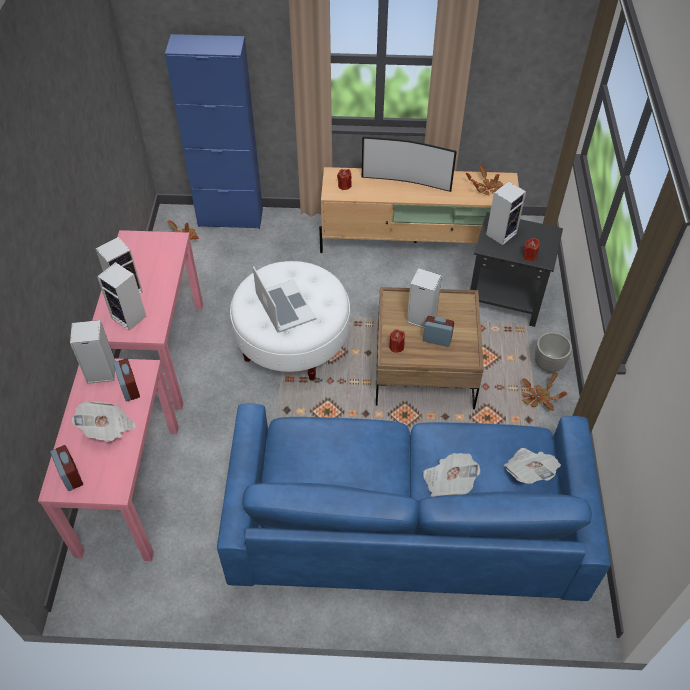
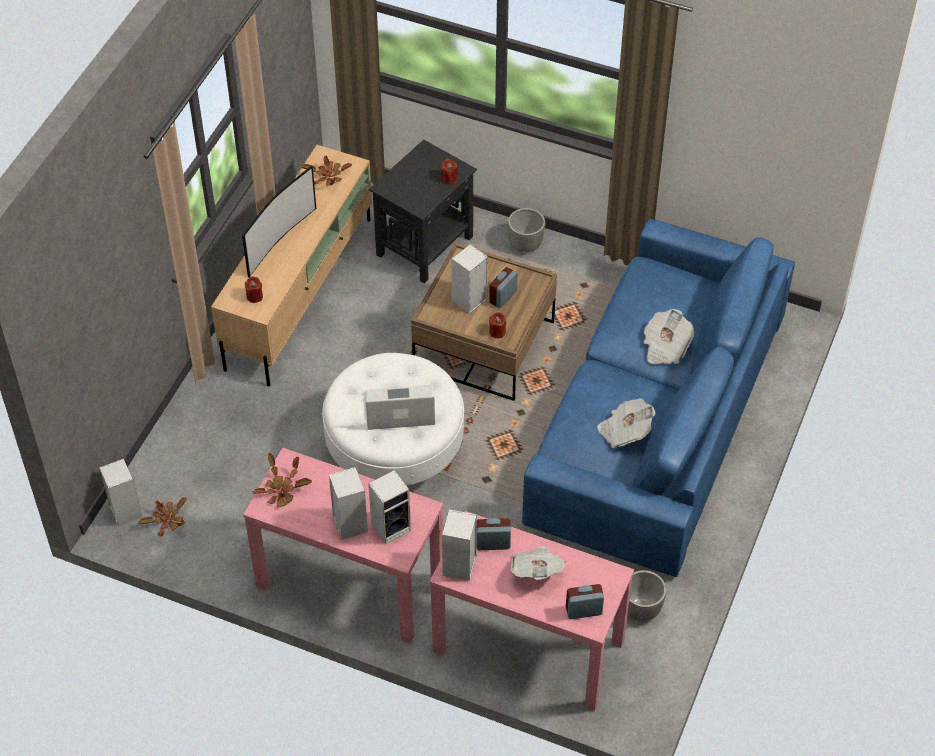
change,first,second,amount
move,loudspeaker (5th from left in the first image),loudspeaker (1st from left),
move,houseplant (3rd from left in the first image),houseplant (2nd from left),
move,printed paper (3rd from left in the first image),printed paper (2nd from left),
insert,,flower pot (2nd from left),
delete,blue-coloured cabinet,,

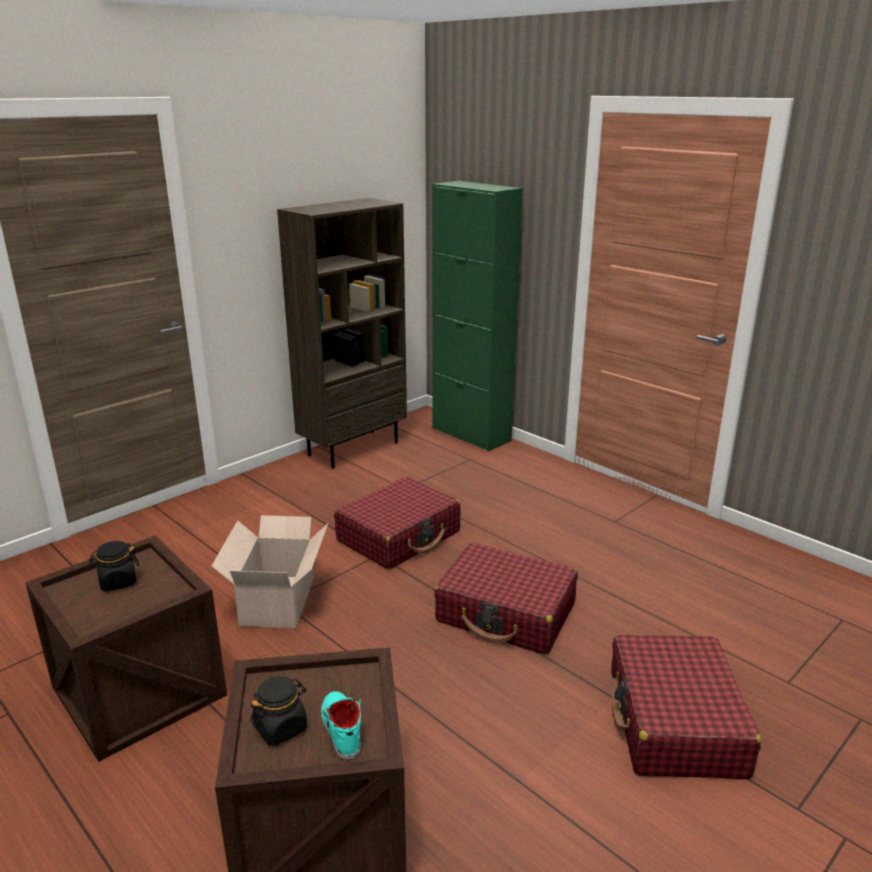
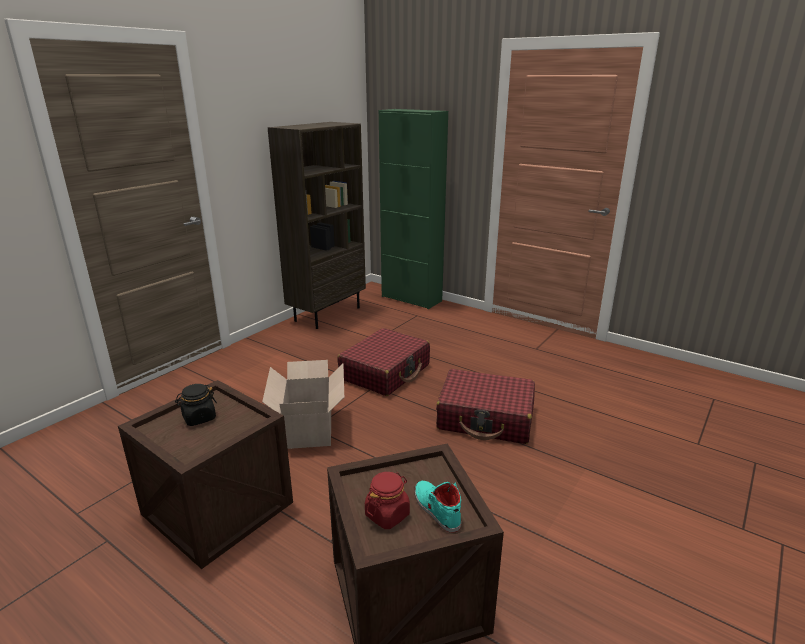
change,first,second,amount
recolor,black jar (2nd from left),reddish jar,
delete,reddish travel case (3rd from left),,

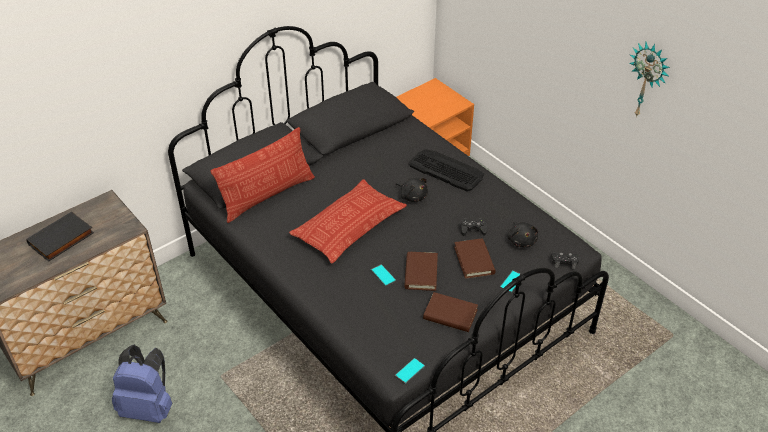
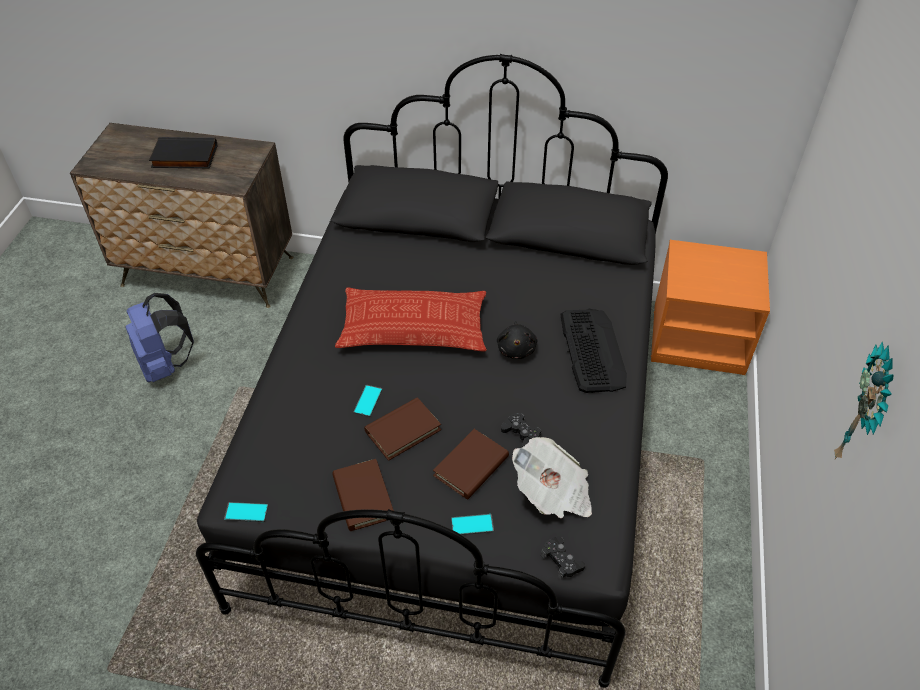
change,first,second,amount
replace,black cuddly toy (2nd from left),printed paper,
delete,cushion (1st from left),,

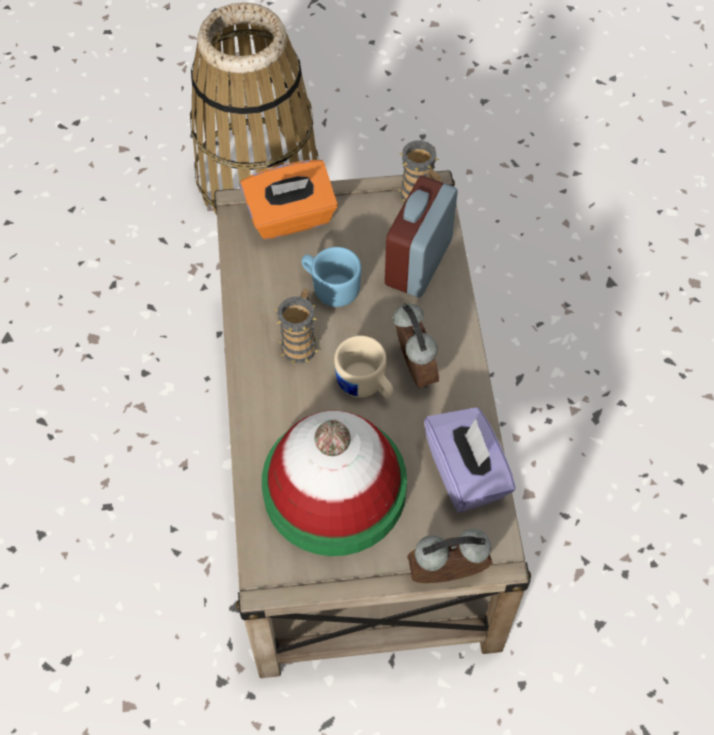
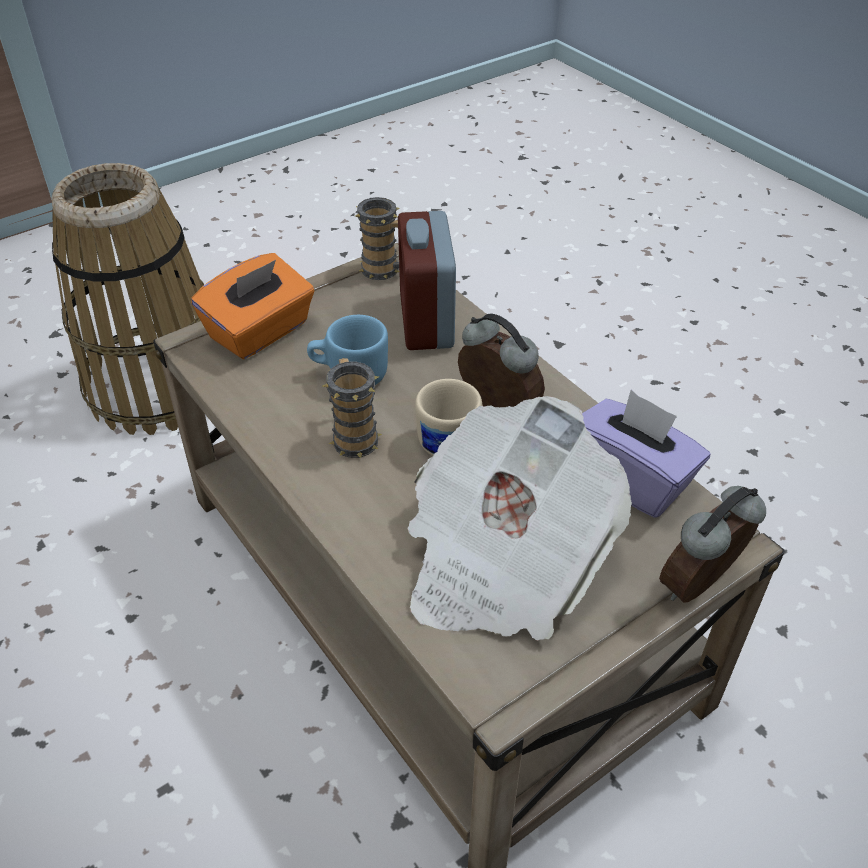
change,first,second,amount
replace,wearable hat,printed paper,

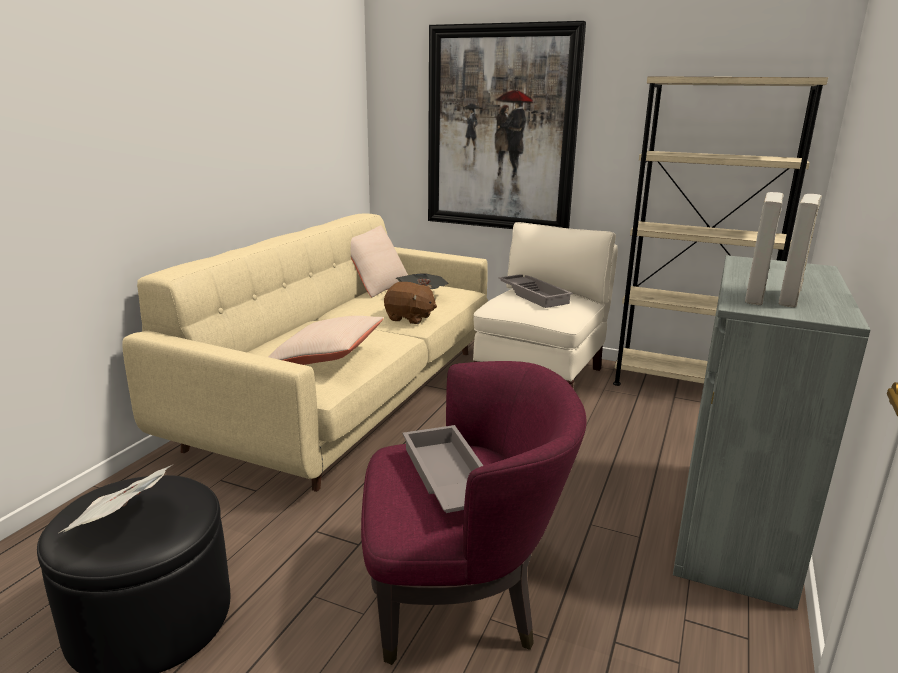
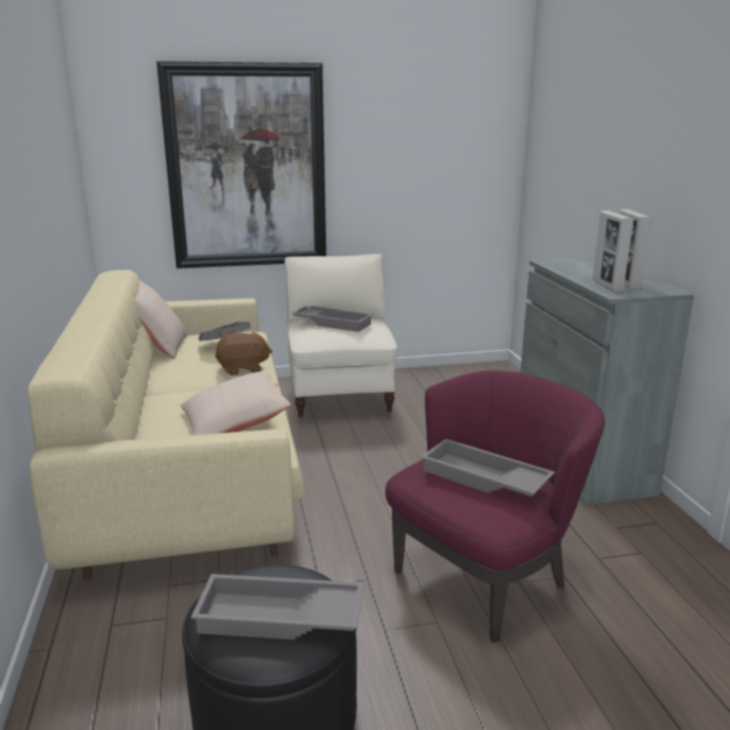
change,first,second,amount
replace,printed paper (1st from left),gray tray (1st from left),
delete,beige bookshelf,,

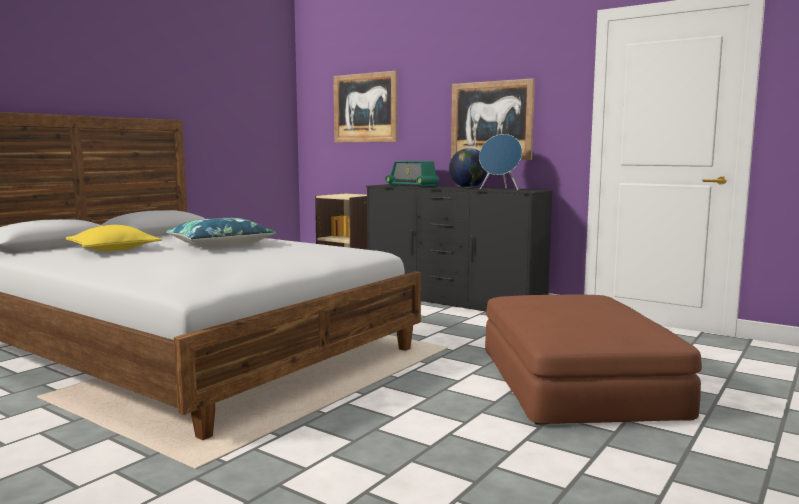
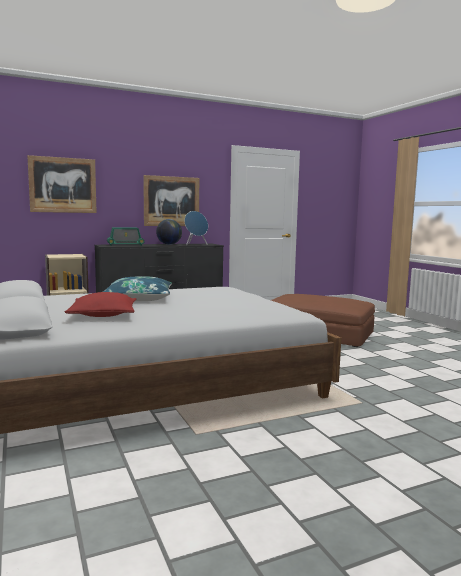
change,first,second,amount
recolor,yellow cushion,reddish cushion,

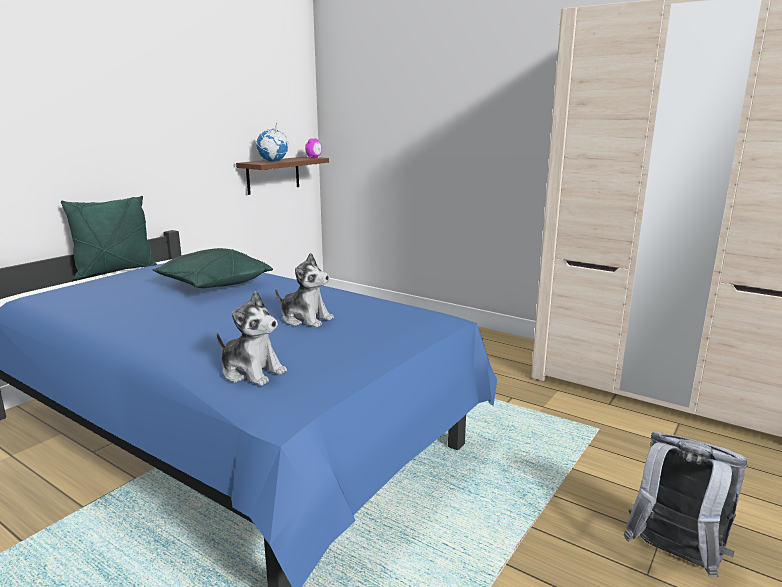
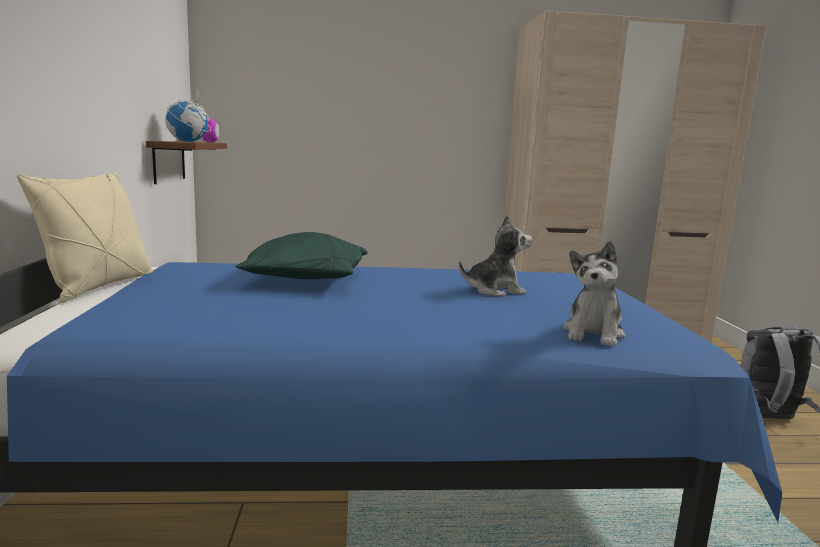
change,first,second,amount
recolor,green cushion (1st from left),beige cushion,
rotate,cuddly toy (1st from left in the first image),cuddly toy (2nd from left),120 degrees clockwise

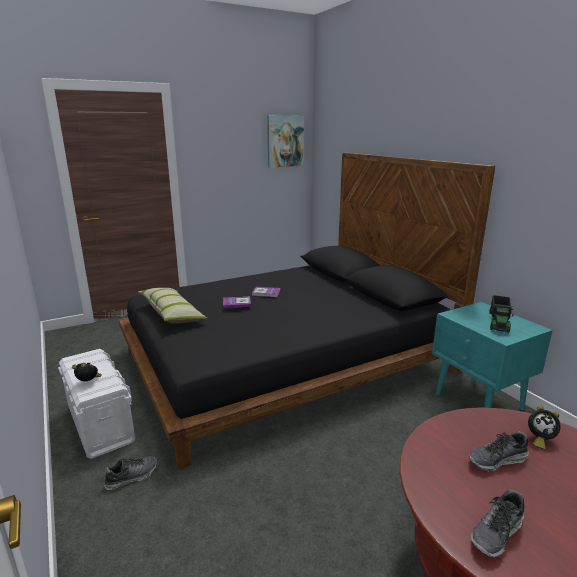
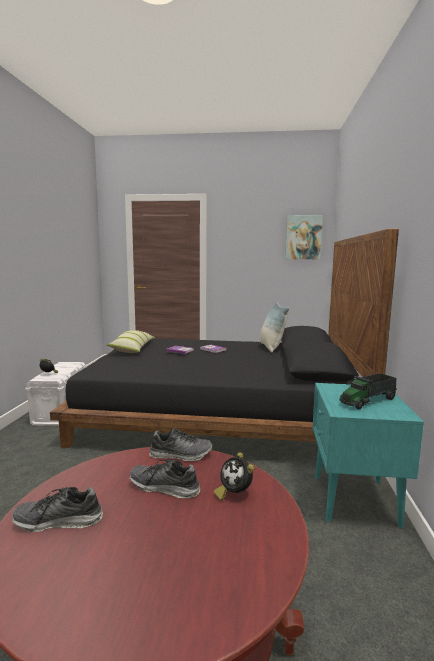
change,first,second,amount
move,low shoe (1st from left in the first image),low shoe (3rd from left),
insert,,cushion (2nd from left),

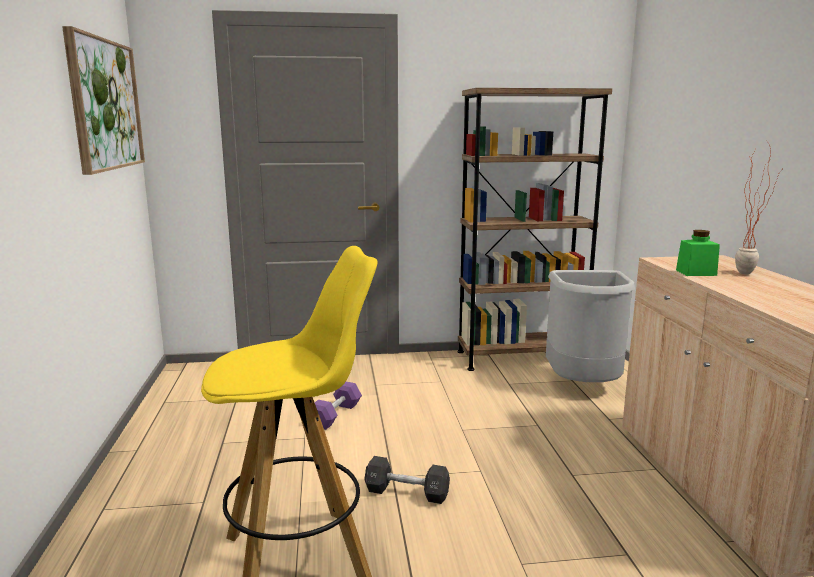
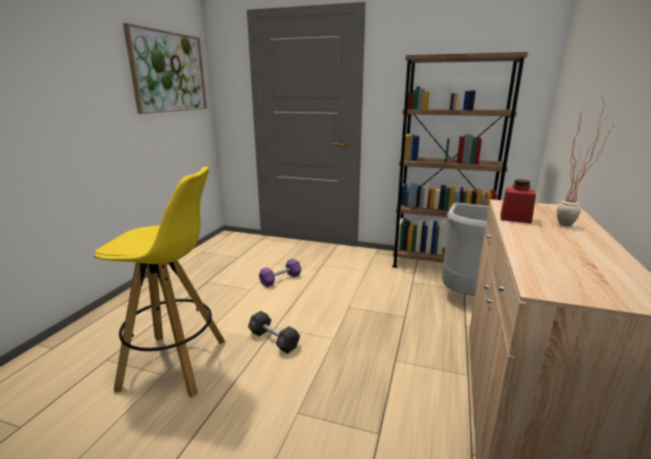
change,first,second,amount
recolor,green jar,reddish jar,

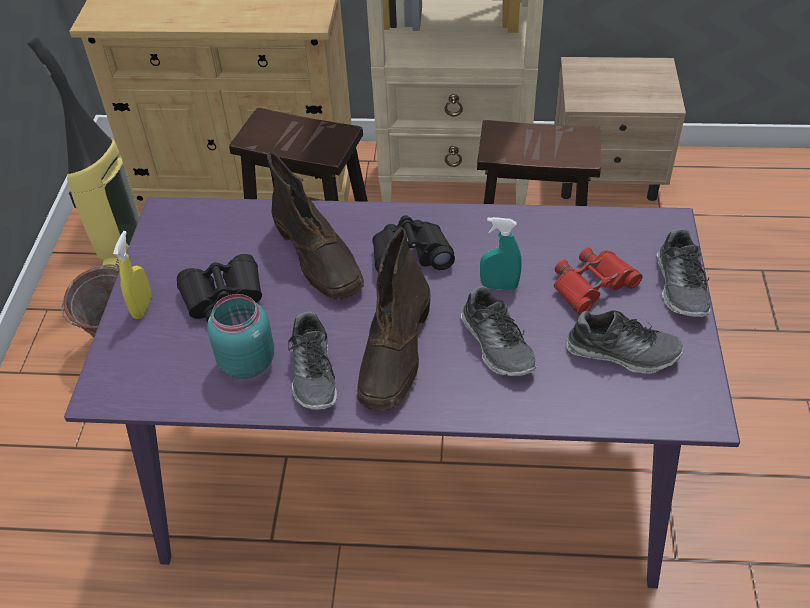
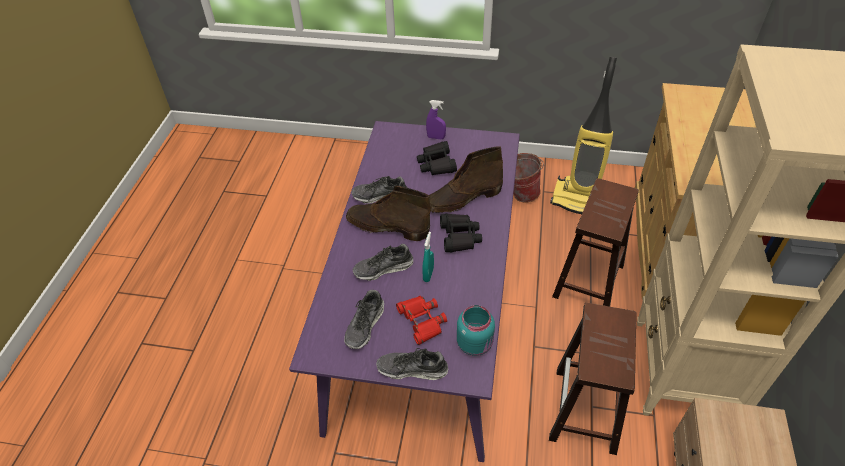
change,first,second,amount
recolor,yellow spray bottle,purple-coloured spray bottle,
move,blue-green jar,,

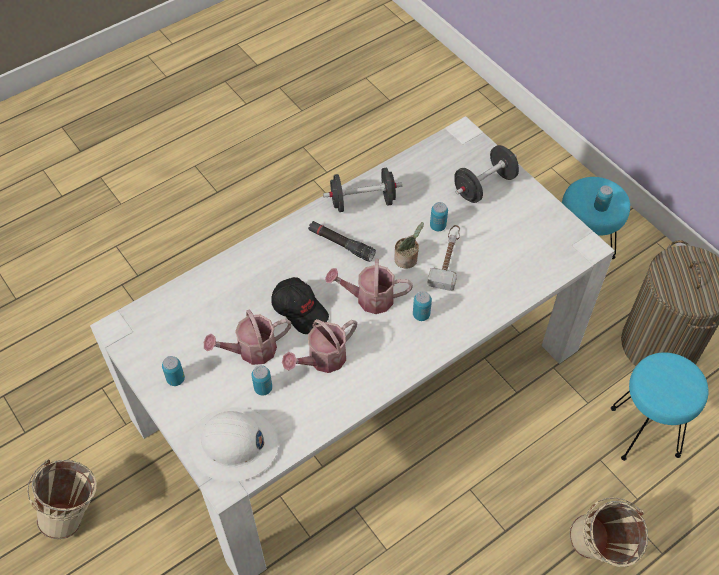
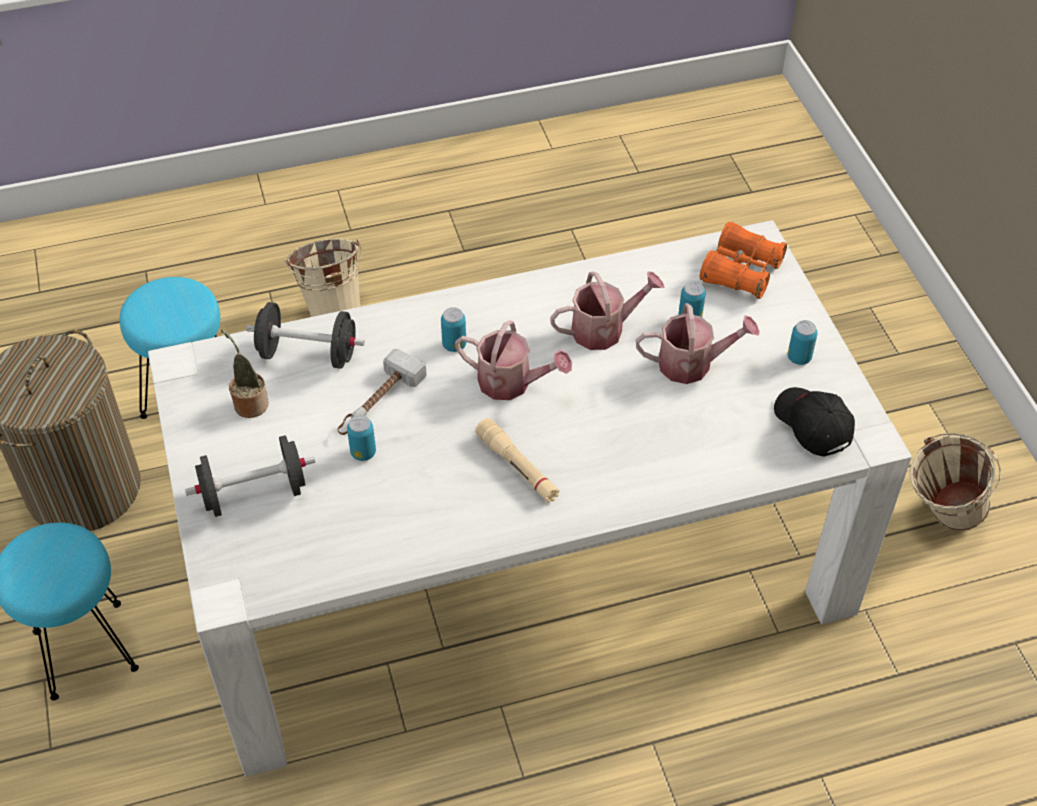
change,first,second,amount
move,houseplant,,
move,black dumbbell (1st from left in the first image),black dumbbell (2nd from left),
recolor,black torch,beige torch,
replace,whitish hard hat,orange field glasses,
move,black baseball cap,,
delete,sealed can (5th from left),,

